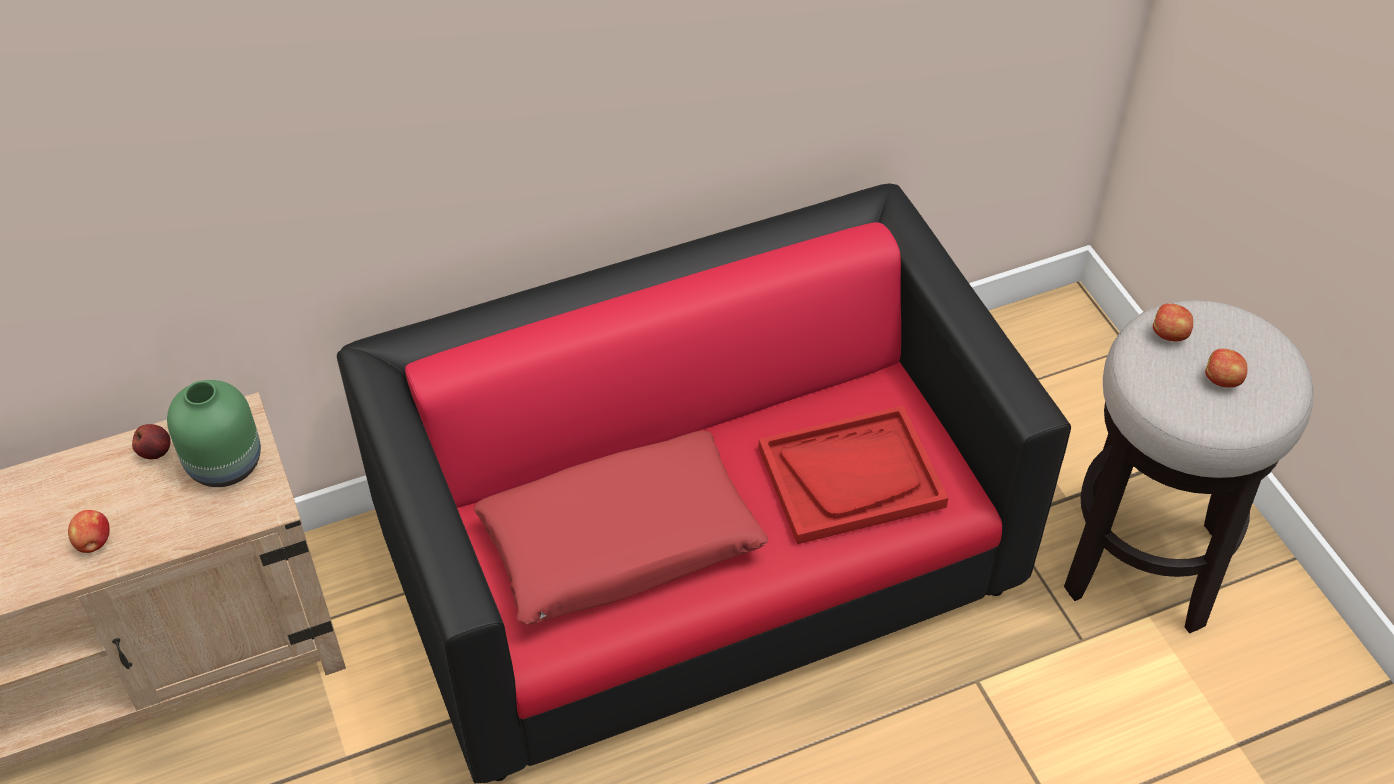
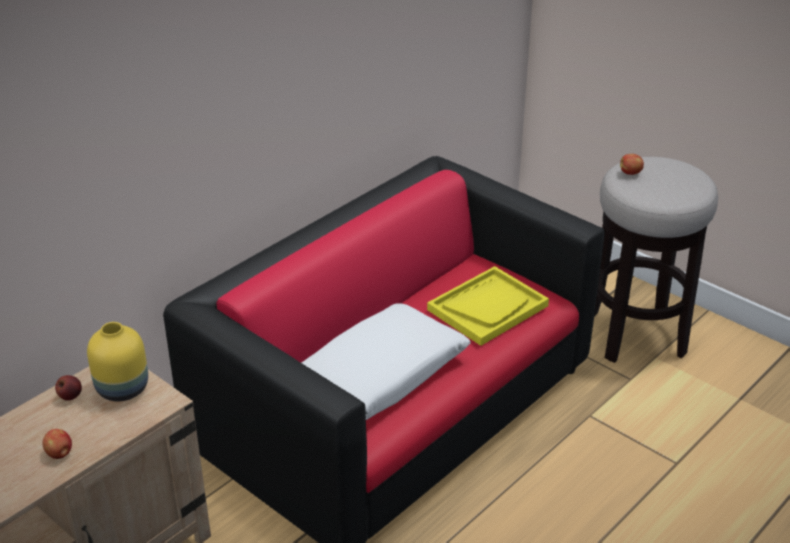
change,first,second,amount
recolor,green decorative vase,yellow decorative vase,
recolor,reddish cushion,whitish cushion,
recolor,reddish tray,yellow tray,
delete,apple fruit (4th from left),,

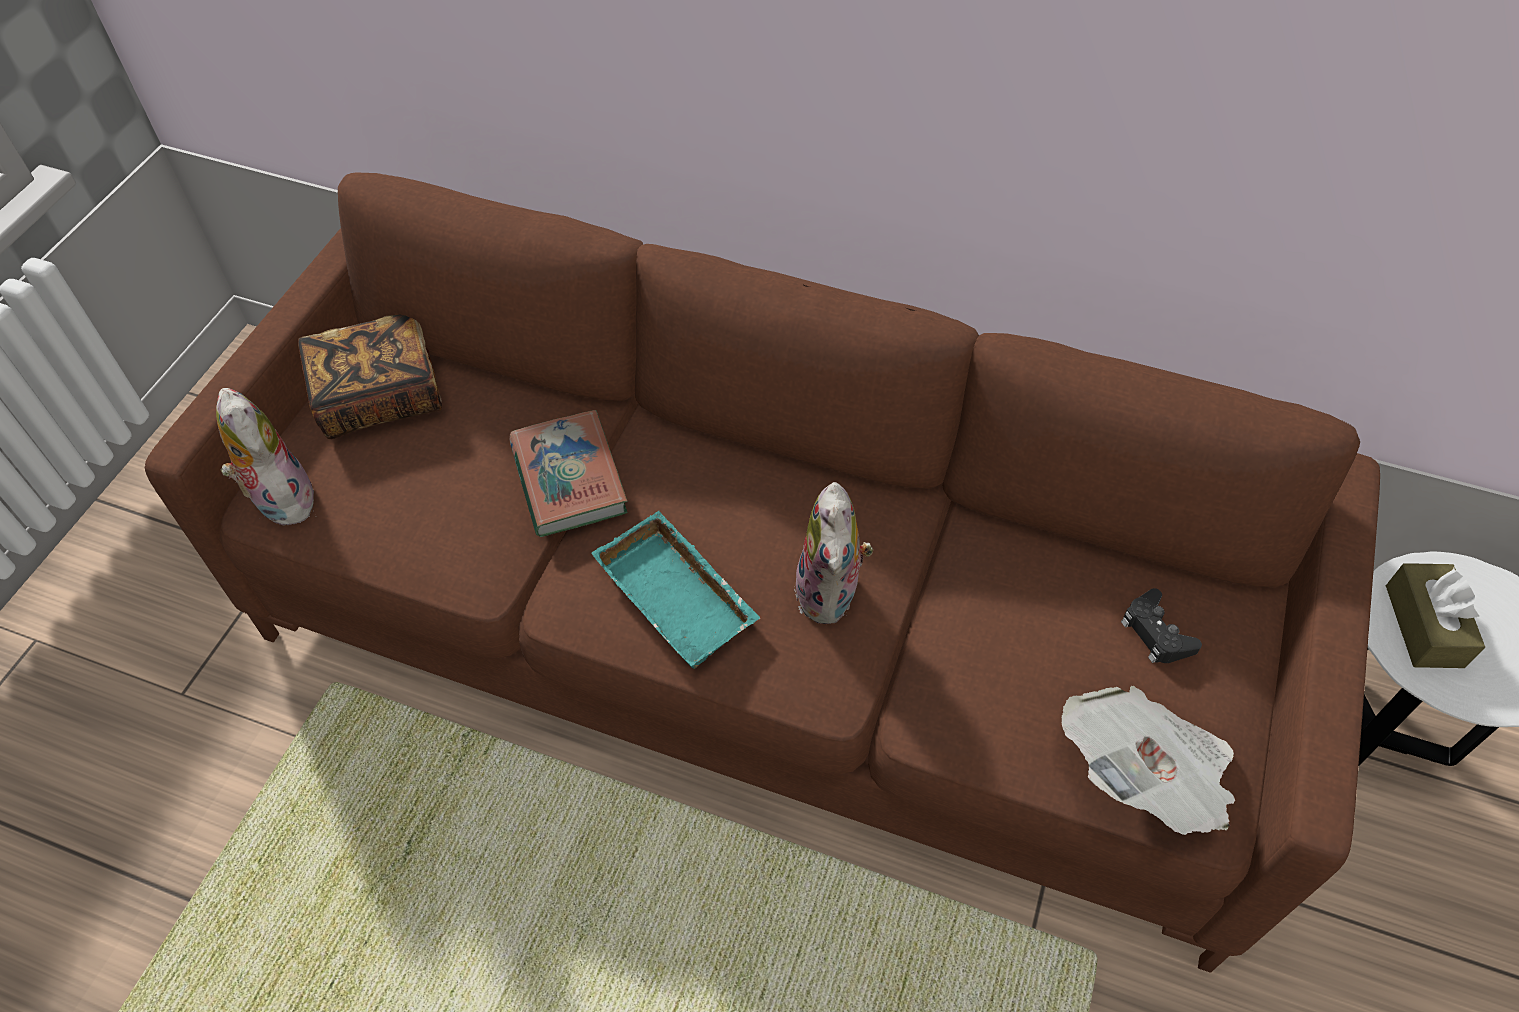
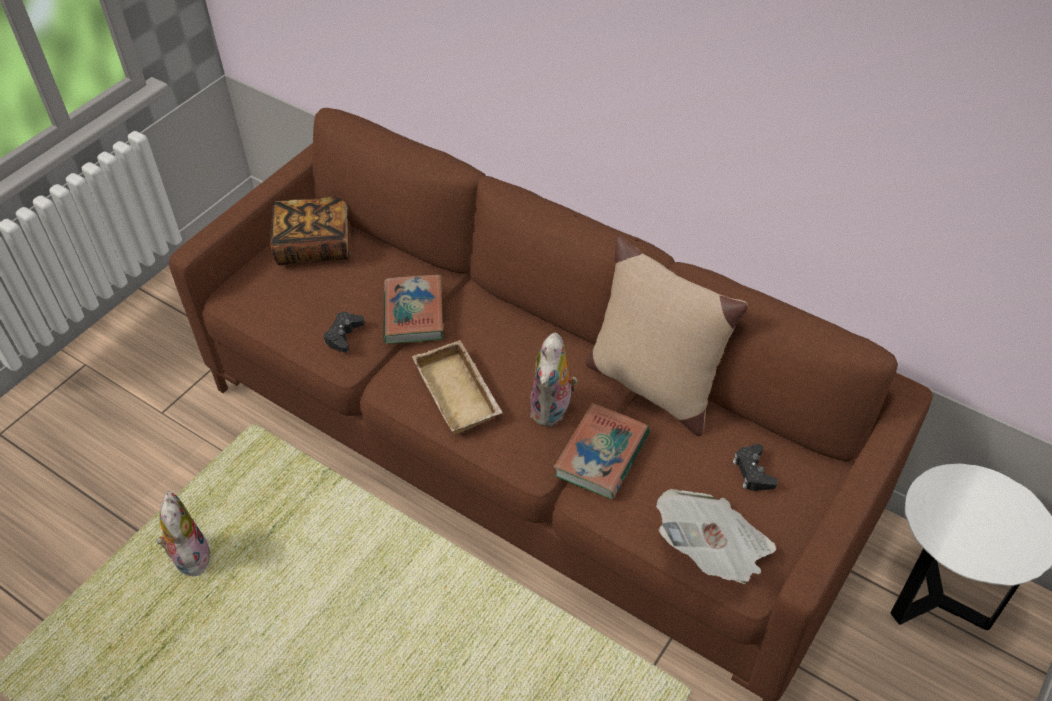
change,first,second,amount
move,cuddly toy (1st from left),,
insert,,black game controller (1st from left),
recolor,blue-green tray,beige tray,
insert,,book (3rd from left),
insert,,beige cushion,
delete,brown box of tissues,,

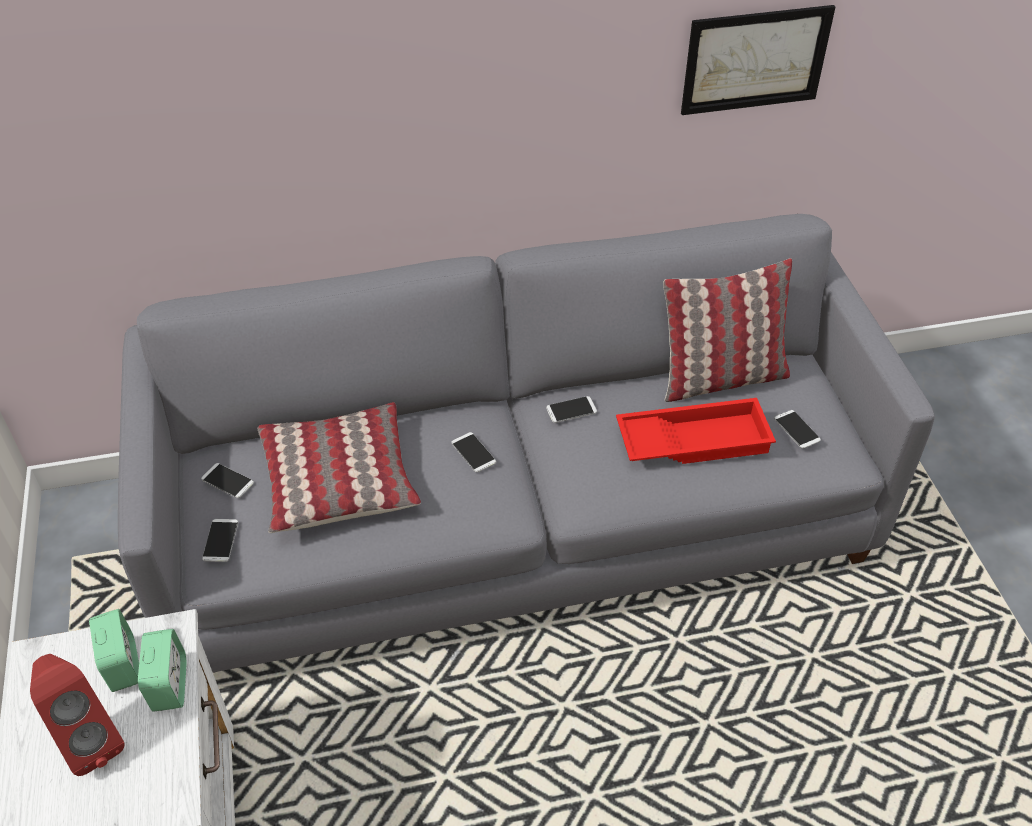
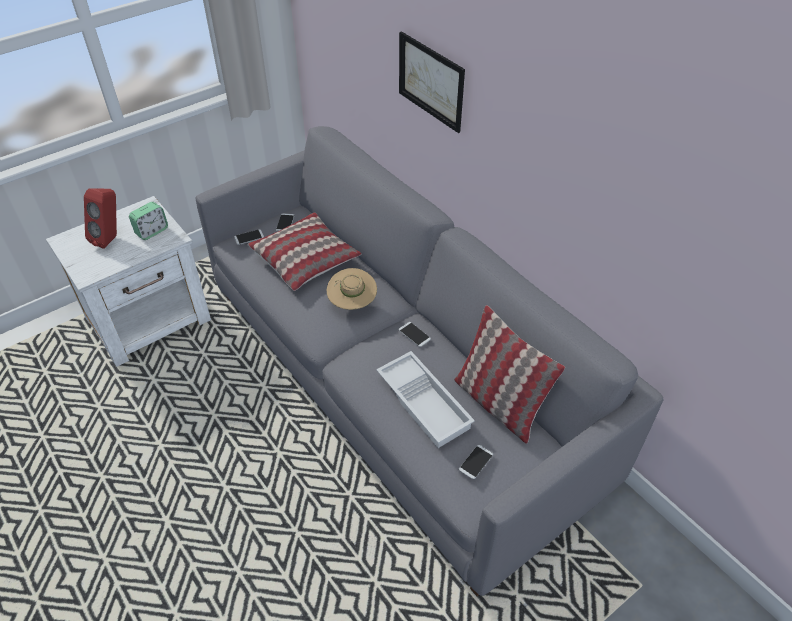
change,first,second,amount
replace,telephone (3rd from left),beige wearable hat,
recolor,reddish tray,whitish tray,
move,wall art,,
delete,bedside clock (2nd from left),,

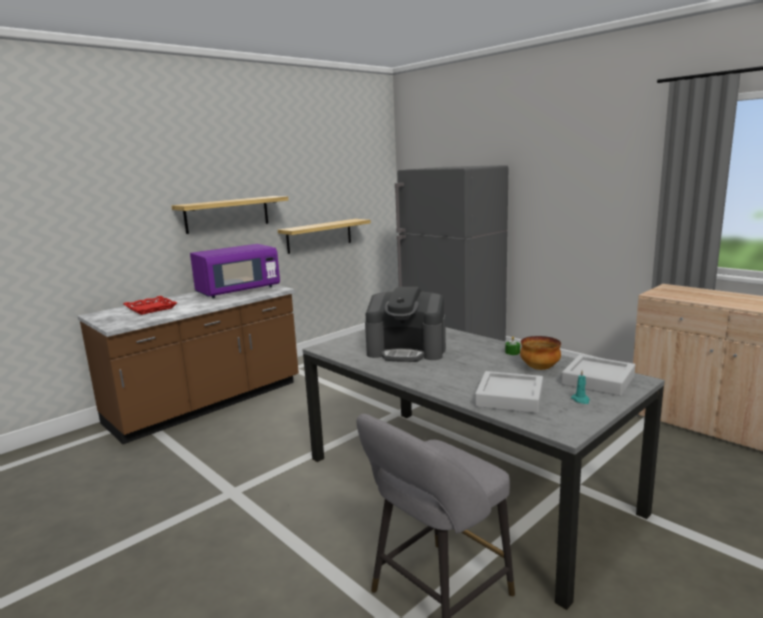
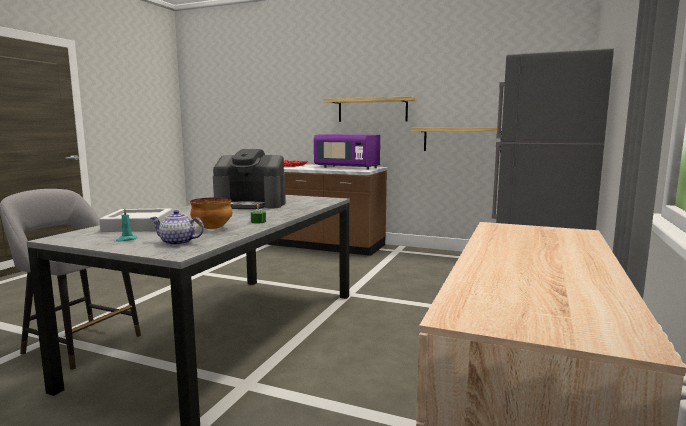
change,first,second,amount
replace,gray tray (2nd from left),tea pot,
rotate,coffee maker,,75 degrees counterclockwise

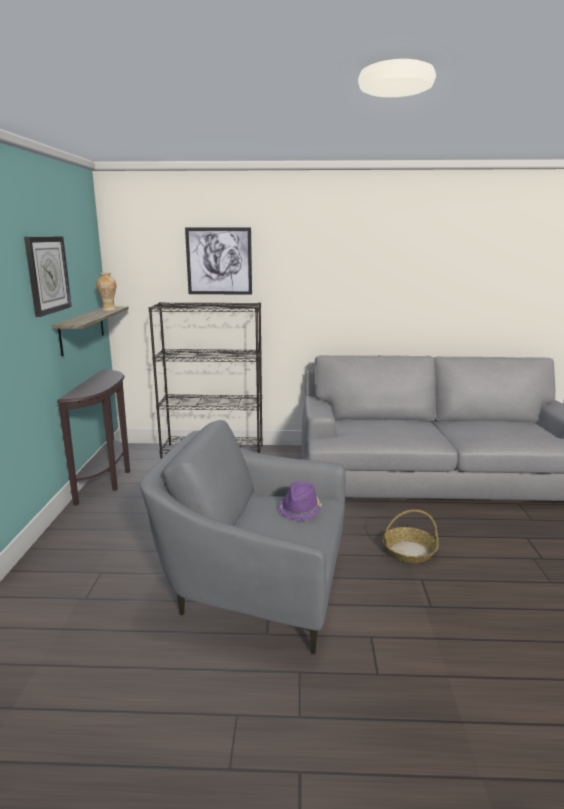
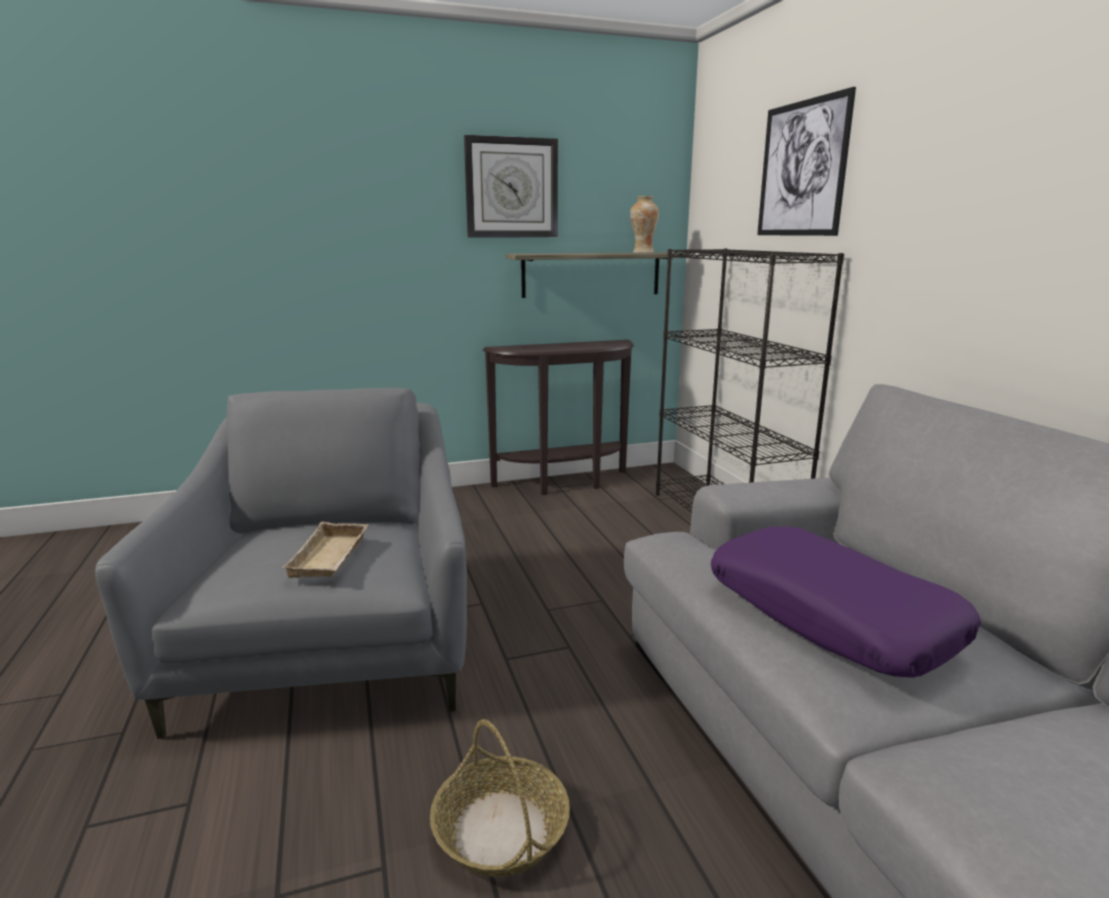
change,first,second,amount
replace,purple-coloured wearable hat,beige tray,
insert,,purple-coloured cushion,

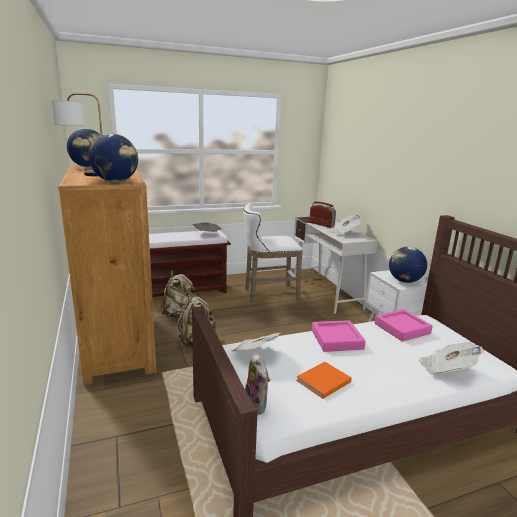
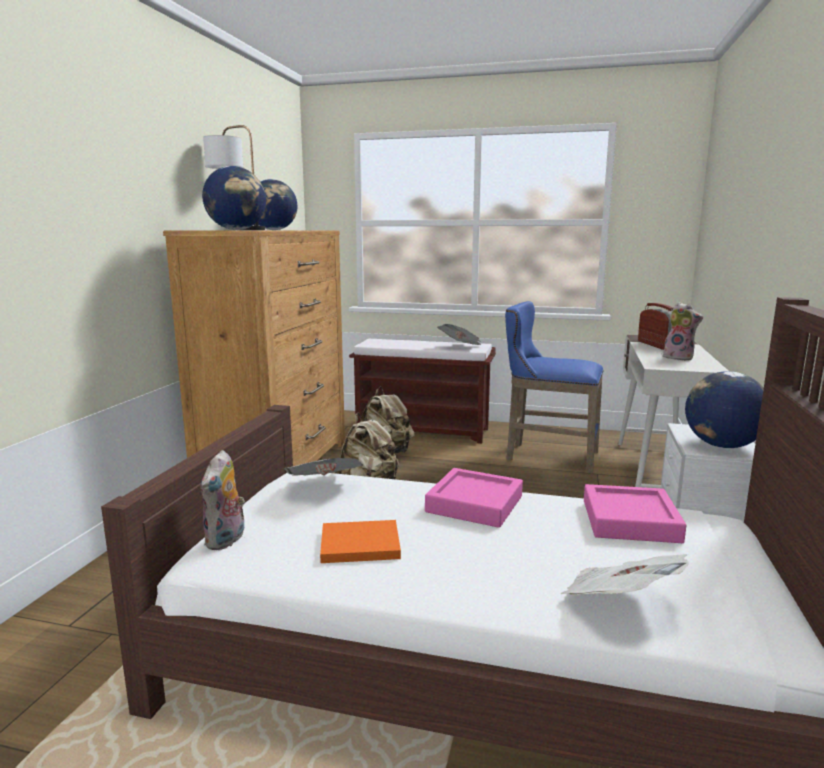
change,first,second,amount
recolor,whitish sitting stool,blue-coloured sitting stool,
replace,printed paper (3rd from left),cuddly toy (2nd from left),

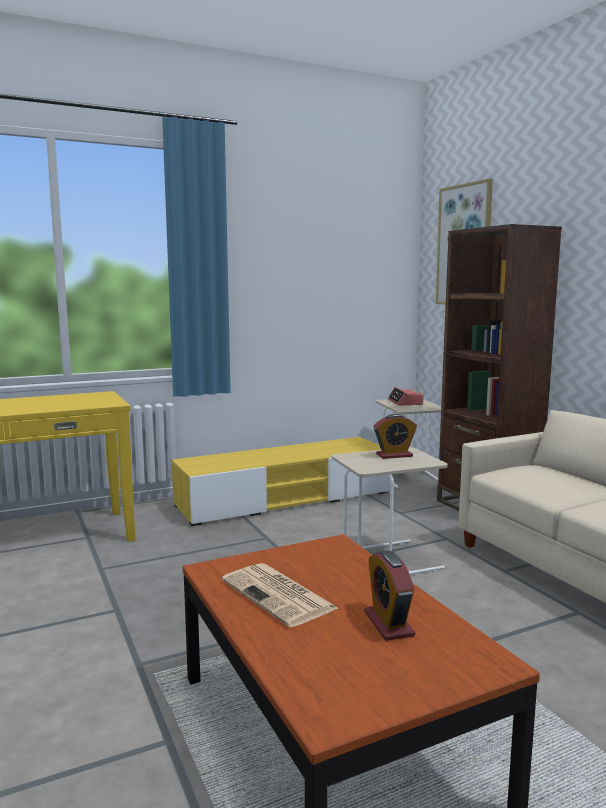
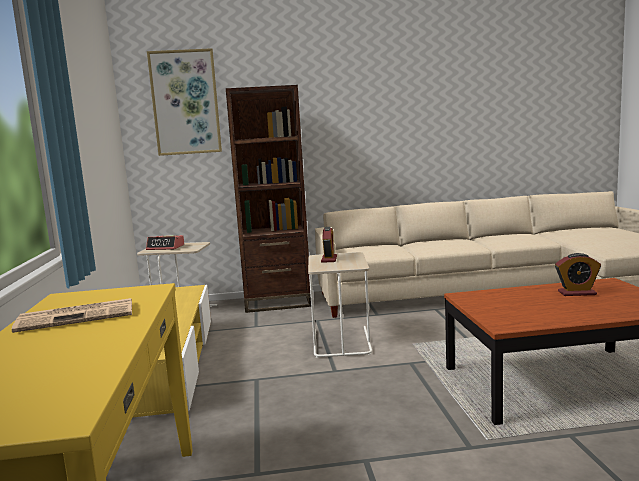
change,first,second,amount
move,printed paper,,

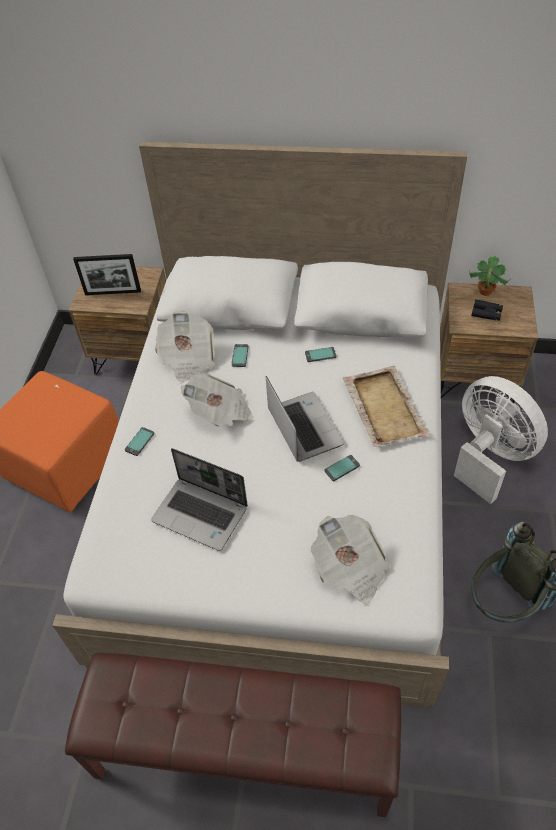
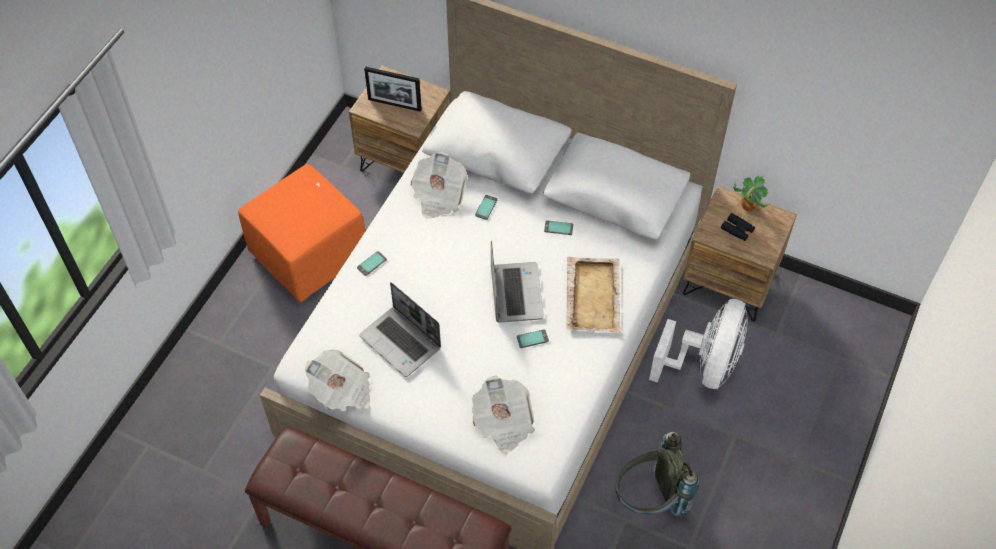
change,first,second,amount
move,printed paper (2nd from left in the first image),printed paper (1st from left),
rotate,whitish electric fan,,45 degrees clockwise

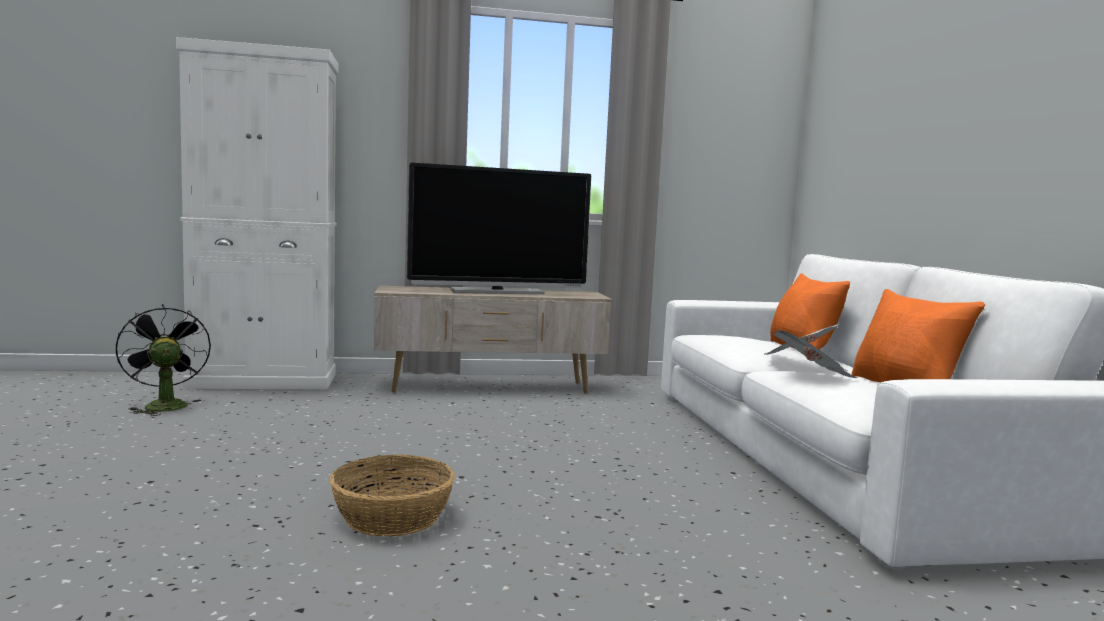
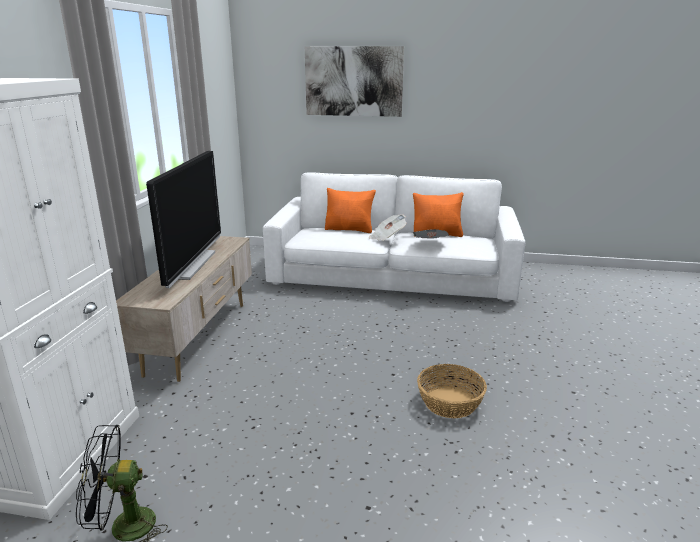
change,first,second,amount
insert,,wall art,

